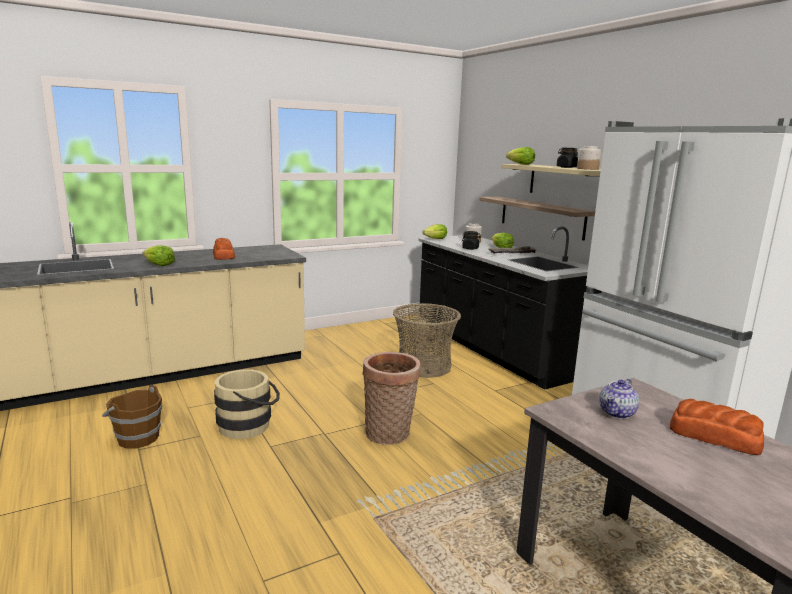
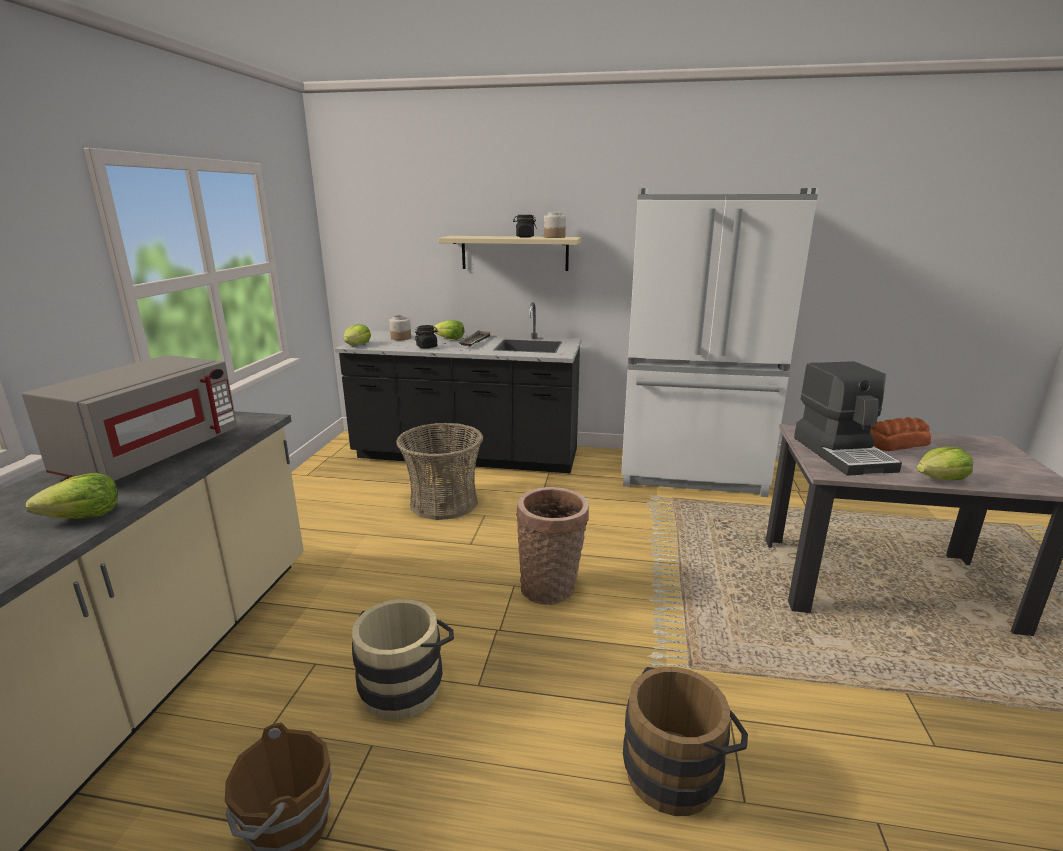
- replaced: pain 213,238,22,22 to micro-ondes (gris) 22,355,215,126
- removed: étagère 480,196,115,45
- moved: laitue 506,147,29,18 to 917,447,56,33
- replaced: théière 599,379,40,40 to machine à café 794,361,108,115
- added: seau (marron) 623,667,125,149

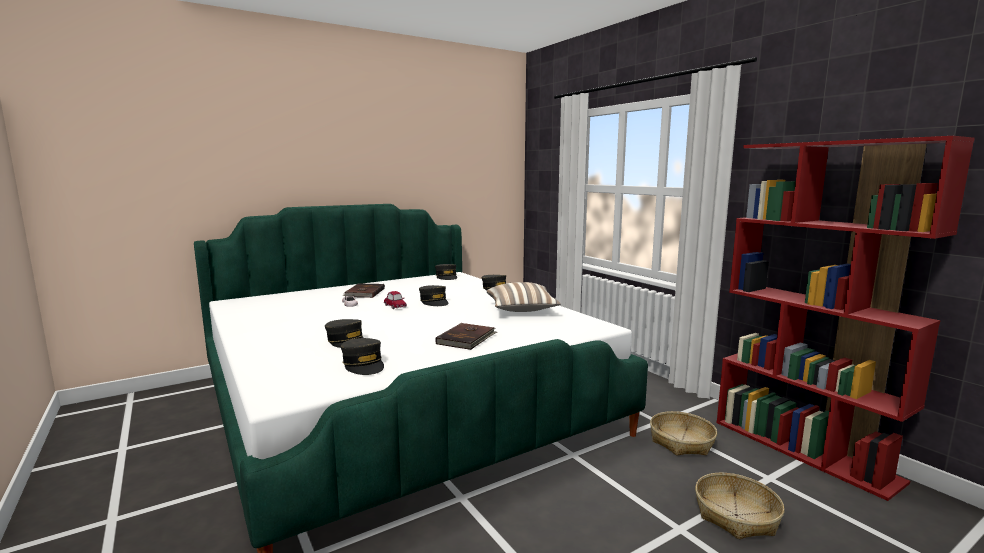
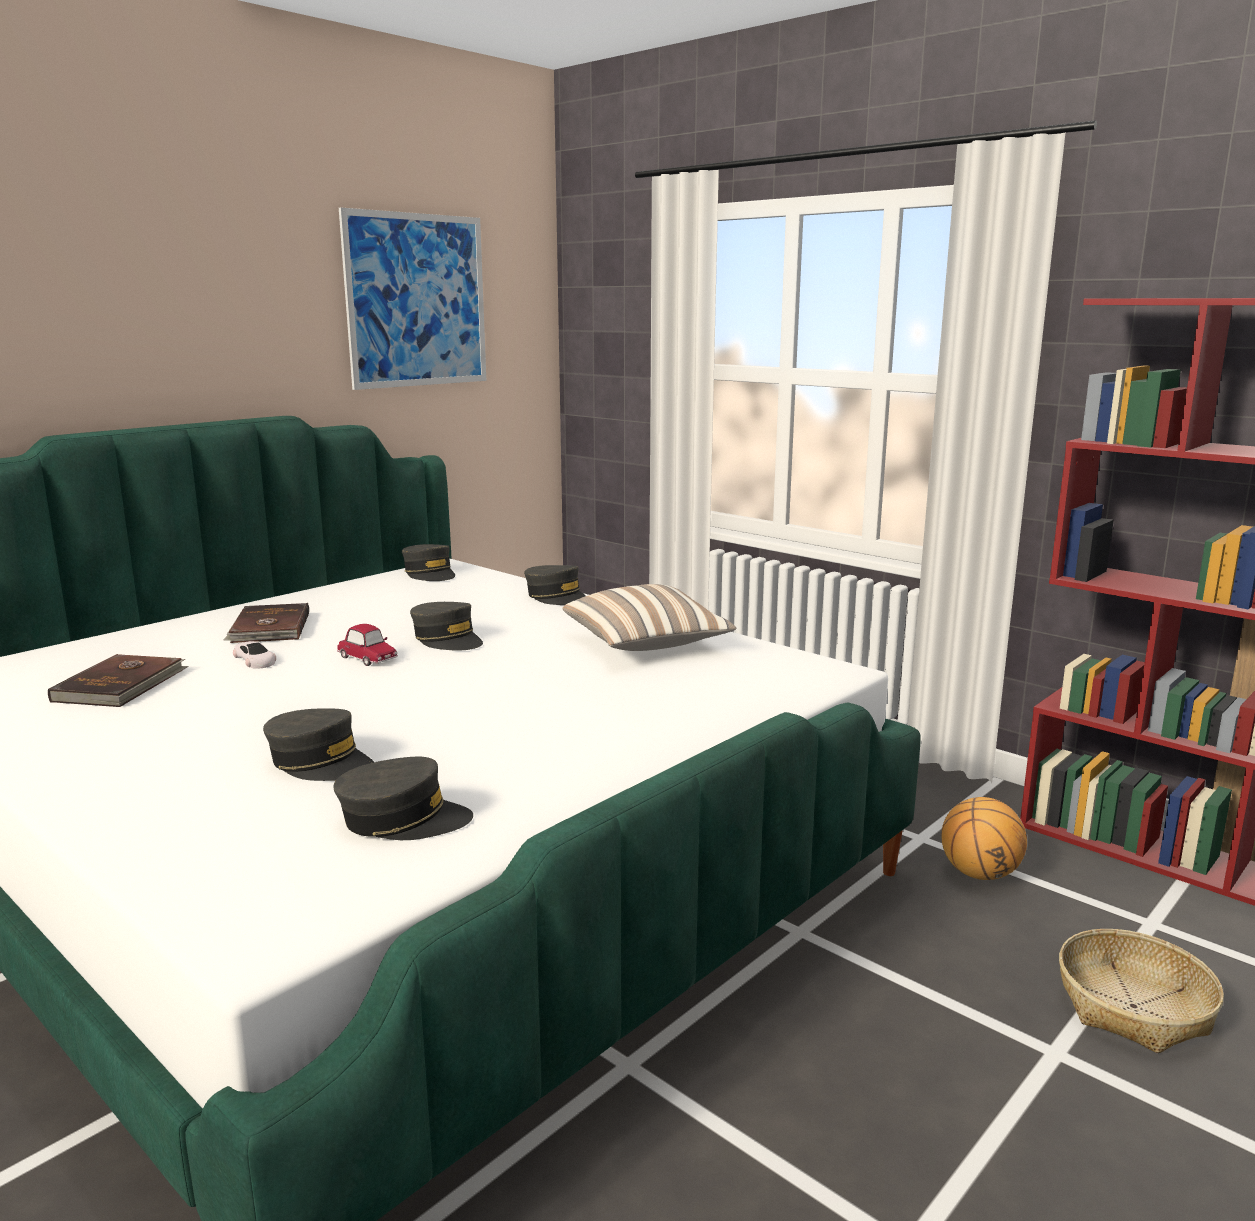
- turned: casquette (gris) 341,338,43,37 = 333,757,140,83 45 degrees counterclockwise
- moved: livre (marron) 435,323,62,27 to 48,654,141,53
- replaced: panier 650,411,67,44 to ballon de basket 941,797,86,83
- added: tableau 339,207,147,183

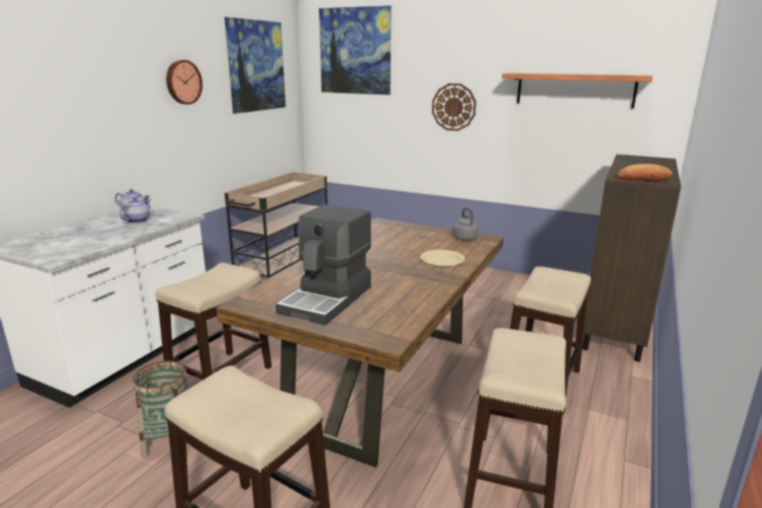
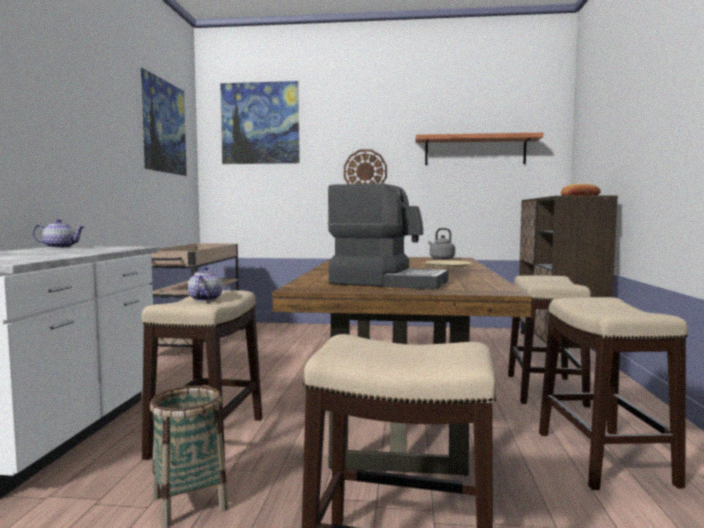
- moved: théière 119,198,32,25 to 188,267,35,34
- removed: horloge murale 166,60,37,44
- turned: machine à café 276,205,96,120 = 328,183,120,107 75 degrees counterclockwise

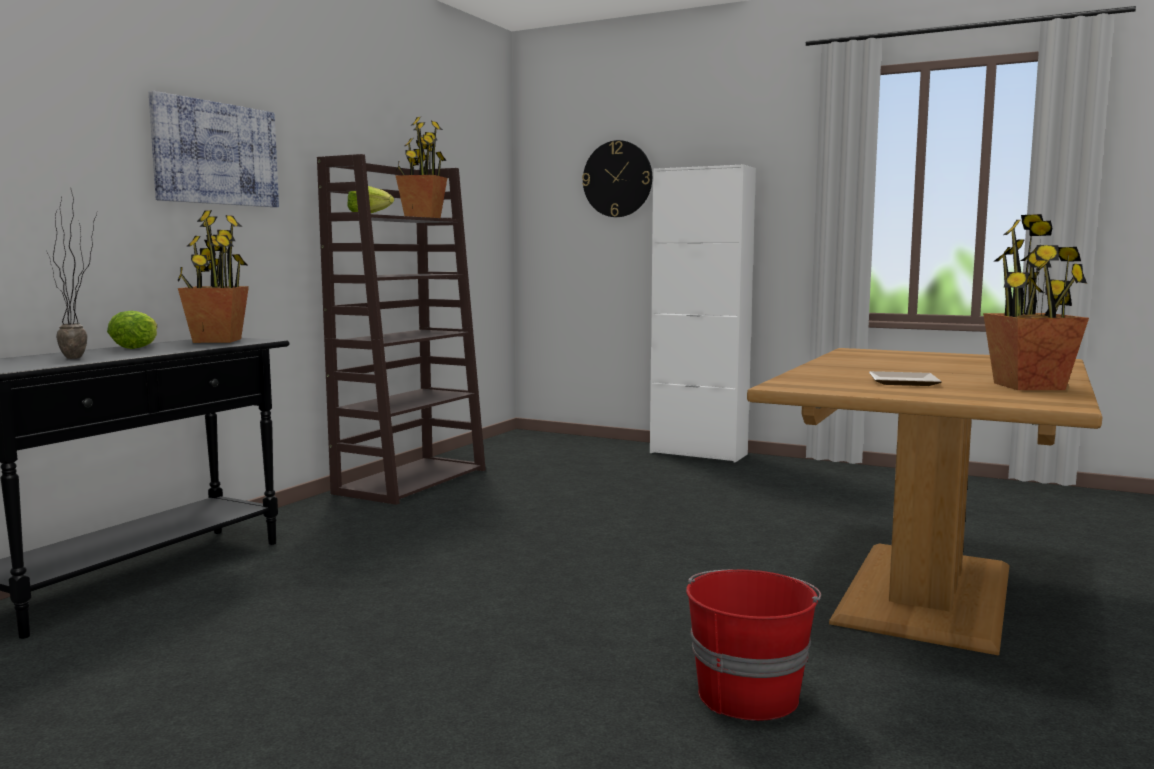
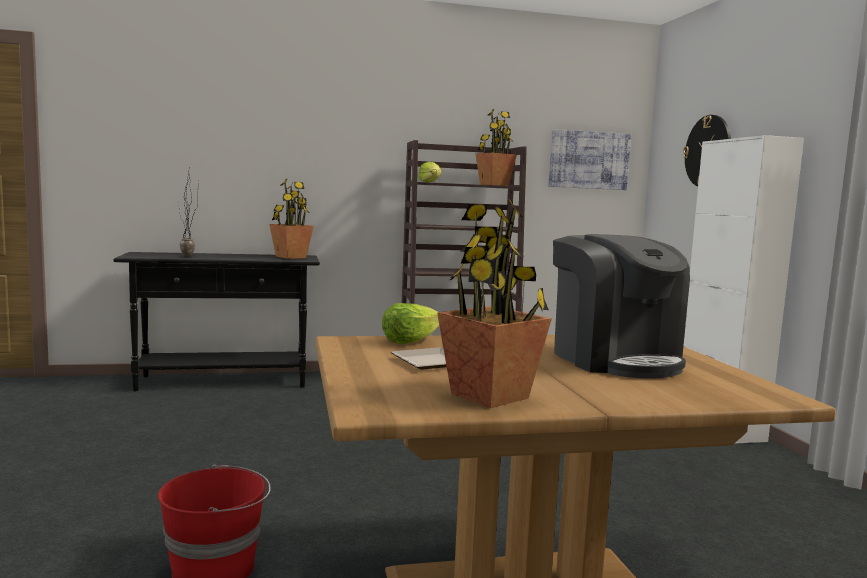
- moved: laitue 107,311,51,38 to 382,303,57,41
- moved: tableau 149,91,130,116 to 548,129,83,61
- added: machine à café 553,234,137,144

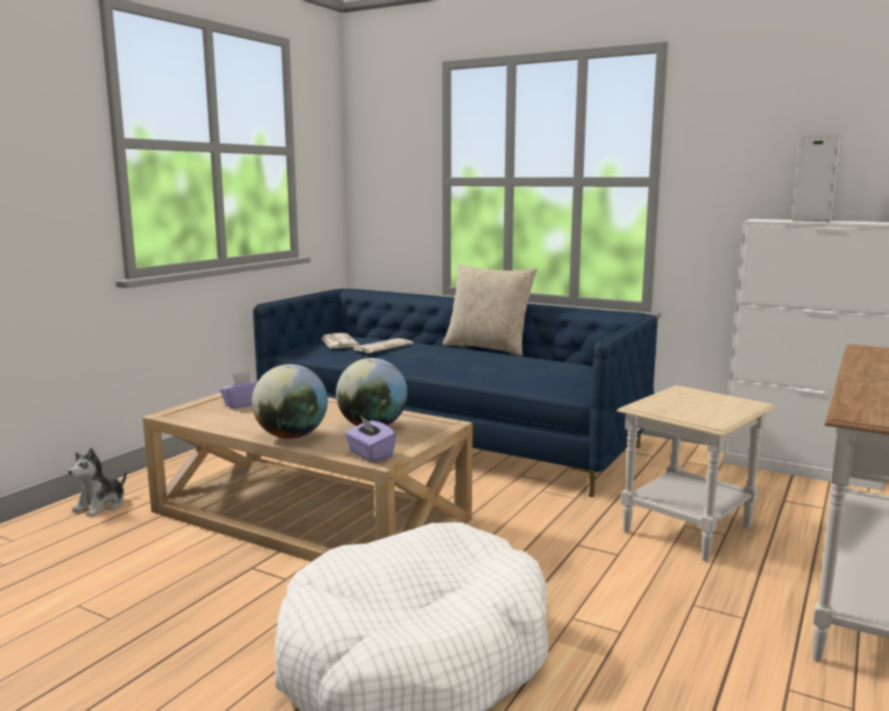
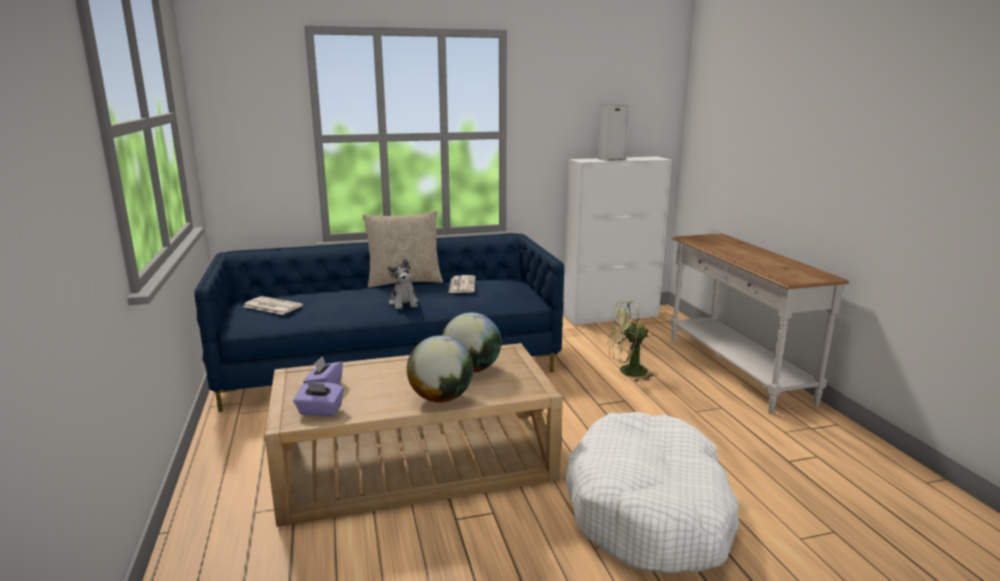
- moved: peluche 68,448,59,69 to 387,259,32,50
- moved: boîte à mouchoirs (violet) 345,416,51,46 to 293,382,51,35
- moved: journal 354,338,59,15 to 448,275,27,18
- replaced: table d'appoint (beige) 617,385,159,176 to ventilateur (vert) 607,301,51,81

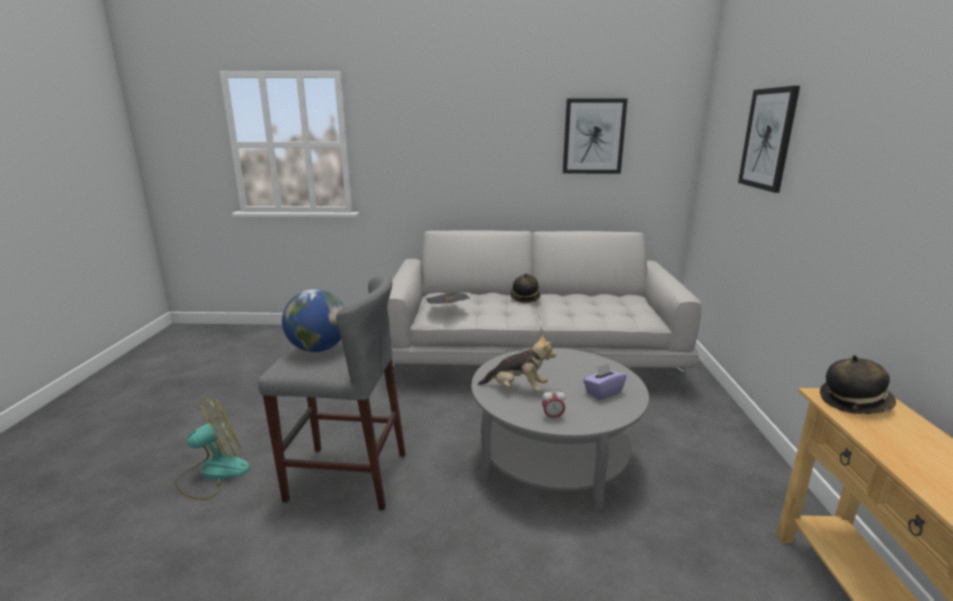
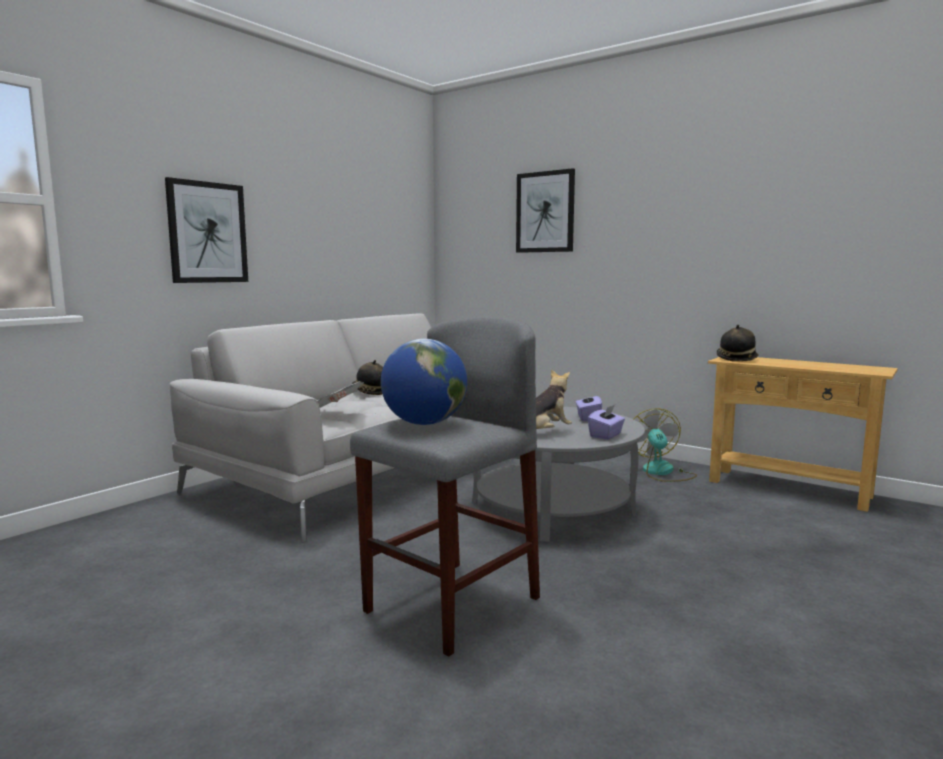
- moved: ventilateur 175,398,75,102 to 634,408,63,74
- replaced: réveil 542,389,23,31 to boîte à mouchoirs (violet) 588,405,37,35
- moved: tableau 563,98,65,76 to 165,177,83,106

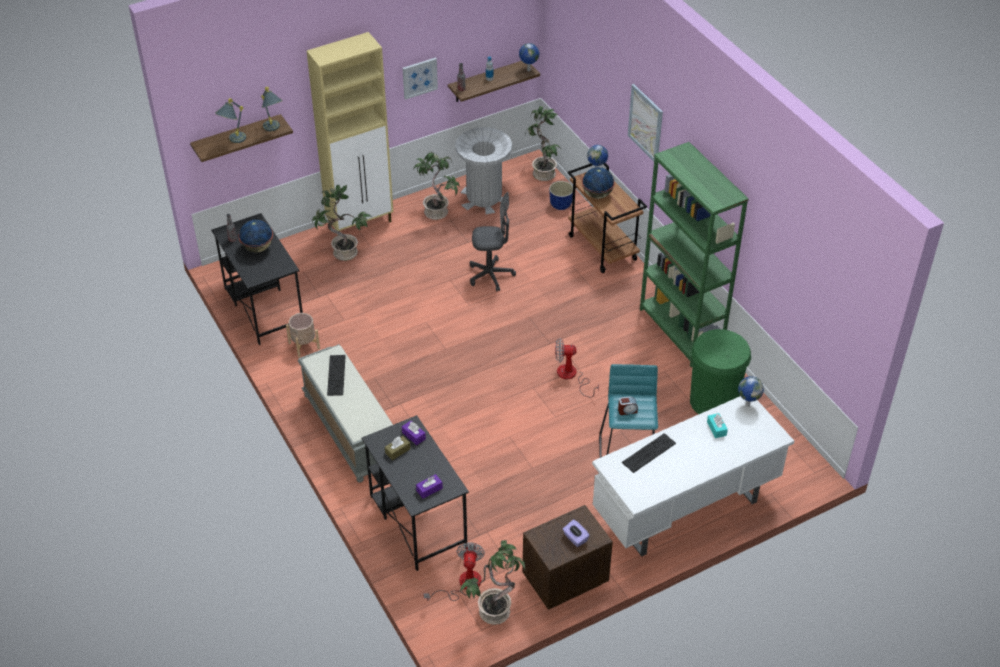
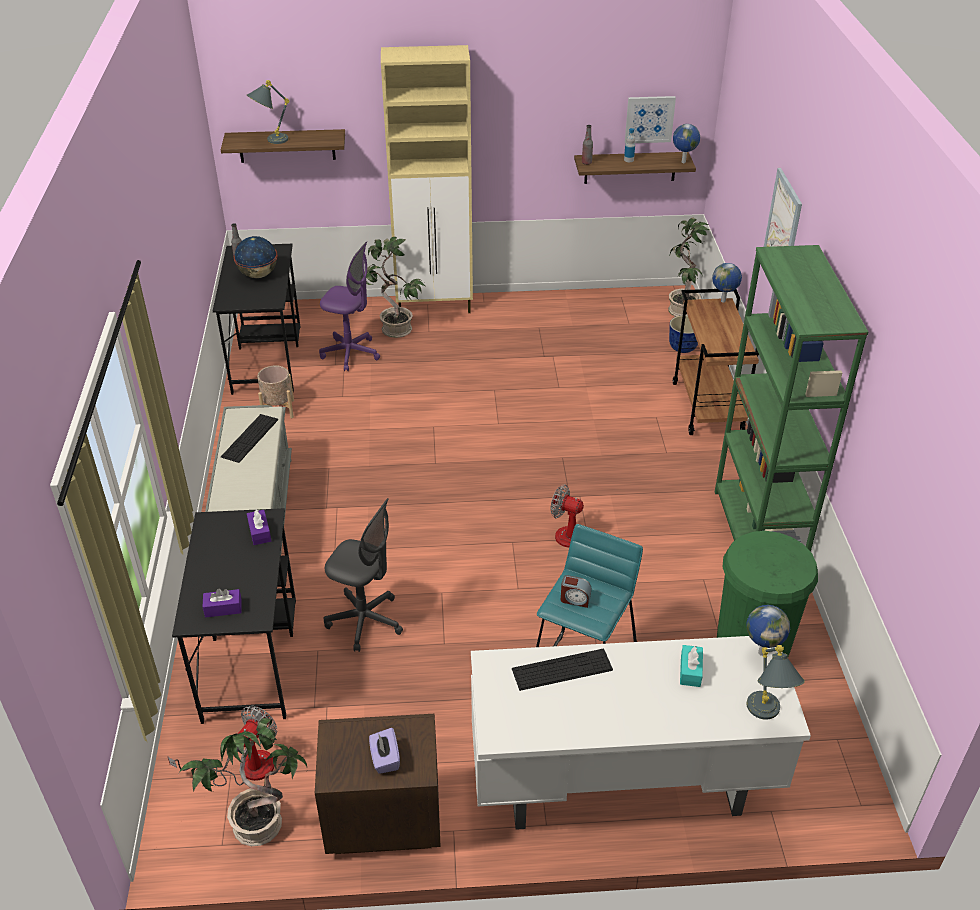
- moved: lampe de table (gris) 261,87,22,44 to 746,645,59,75
- removed: boîte à mouchoirs (marron) 385,436,26,24
- moved: tableau 403,58,35,42 to 625,96,51,48
- removed: plante en pot 413,151,47,69
- removed: poubelle (gris) 455,127,57,87
- moved: chaise de bureau (gris) 470,192,46,99 to 324,498,79,154
- removed: globe 582,167,33,32
- added: chaise de bureau (violet) 319,242,61,129

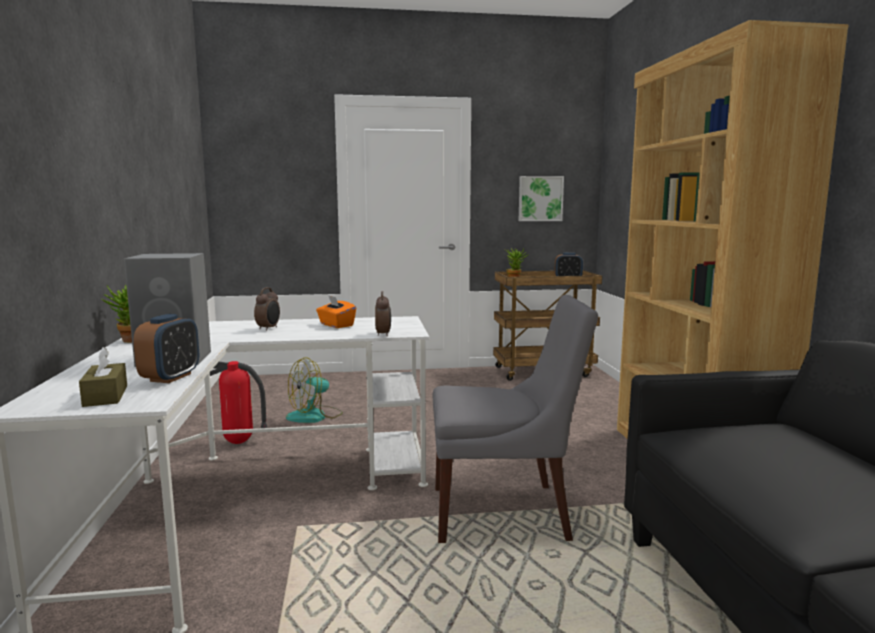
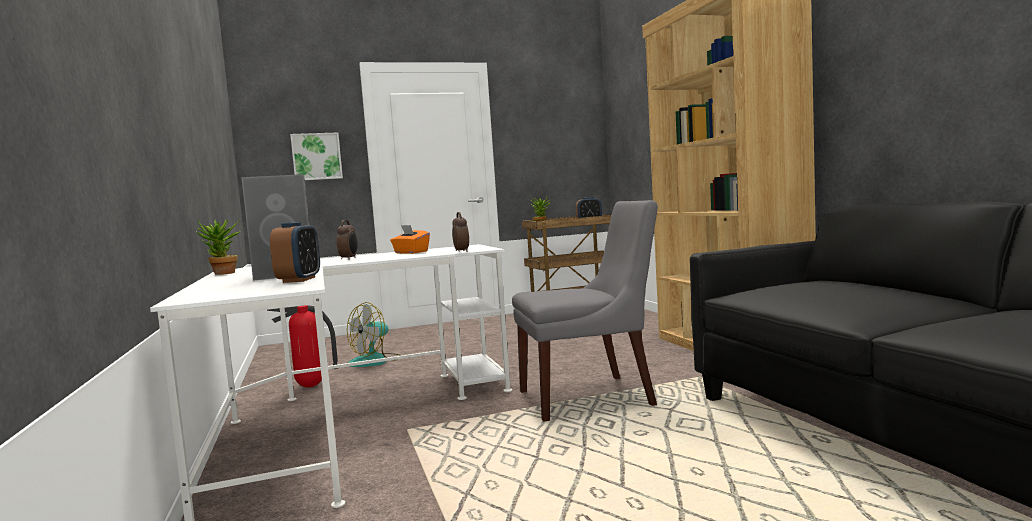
- removed: boîte à mouchoirs (marron) 79,347,48,60
- moved: tableau 519,176,45,45 to 290,132,53,48

